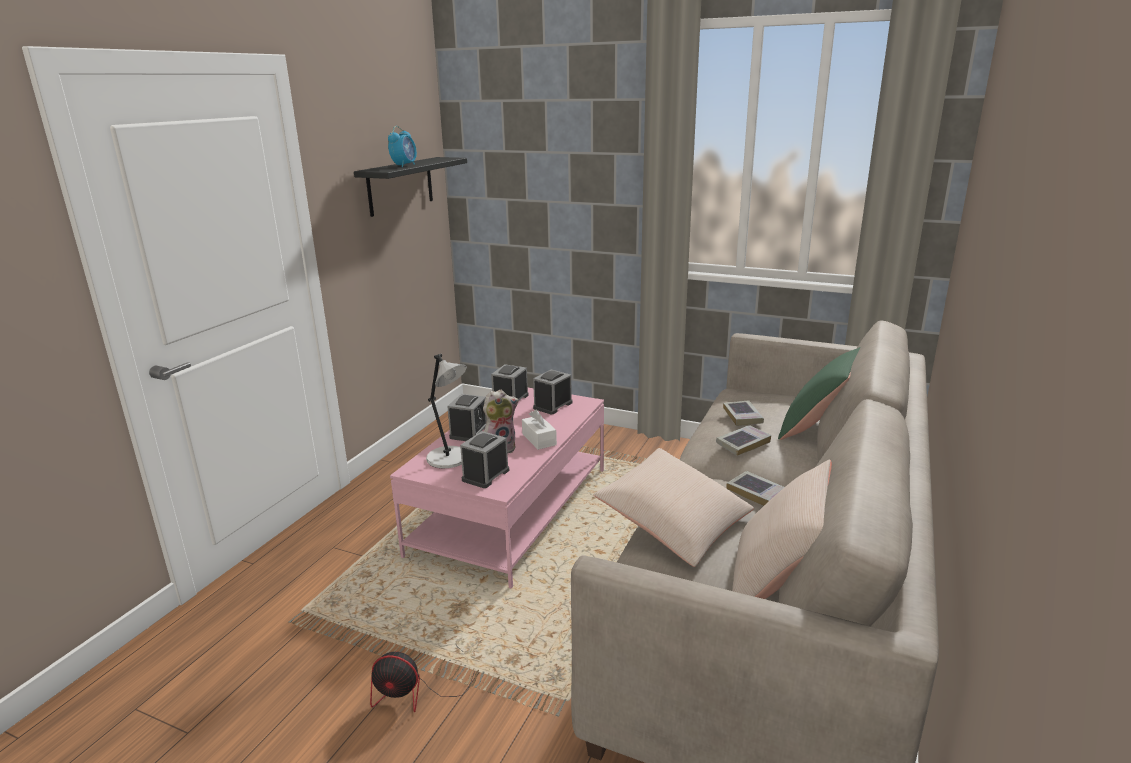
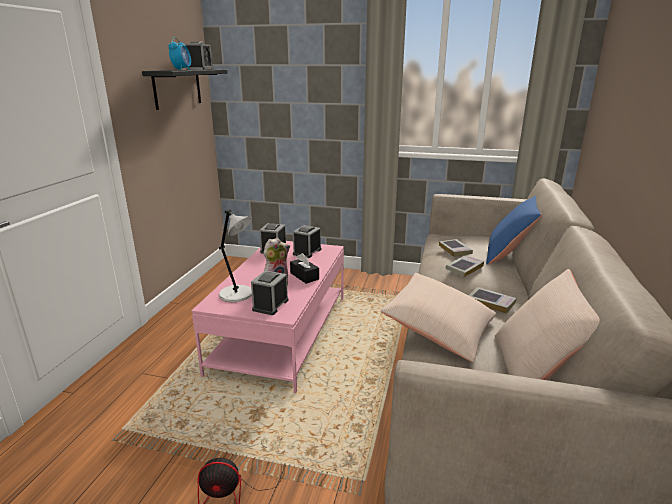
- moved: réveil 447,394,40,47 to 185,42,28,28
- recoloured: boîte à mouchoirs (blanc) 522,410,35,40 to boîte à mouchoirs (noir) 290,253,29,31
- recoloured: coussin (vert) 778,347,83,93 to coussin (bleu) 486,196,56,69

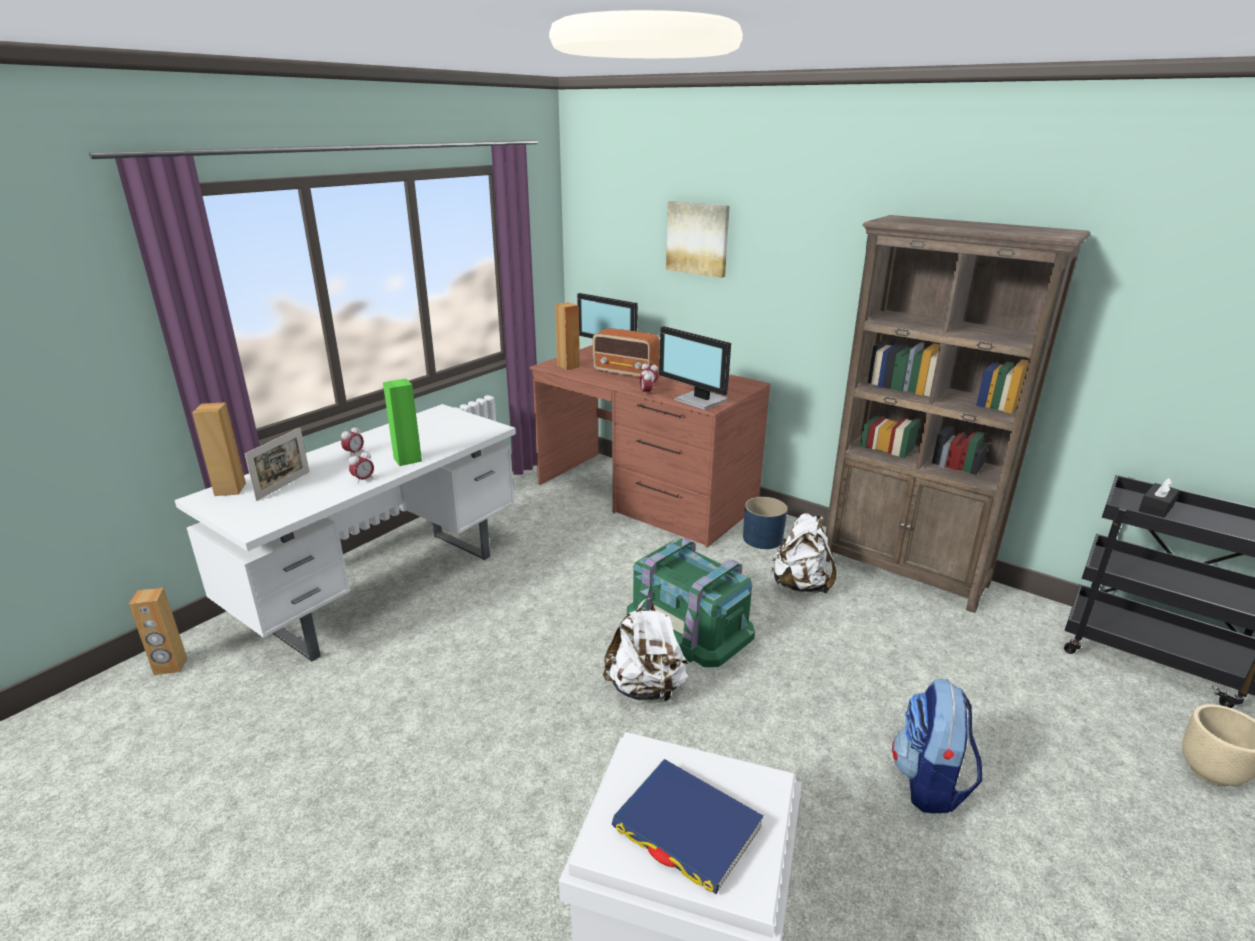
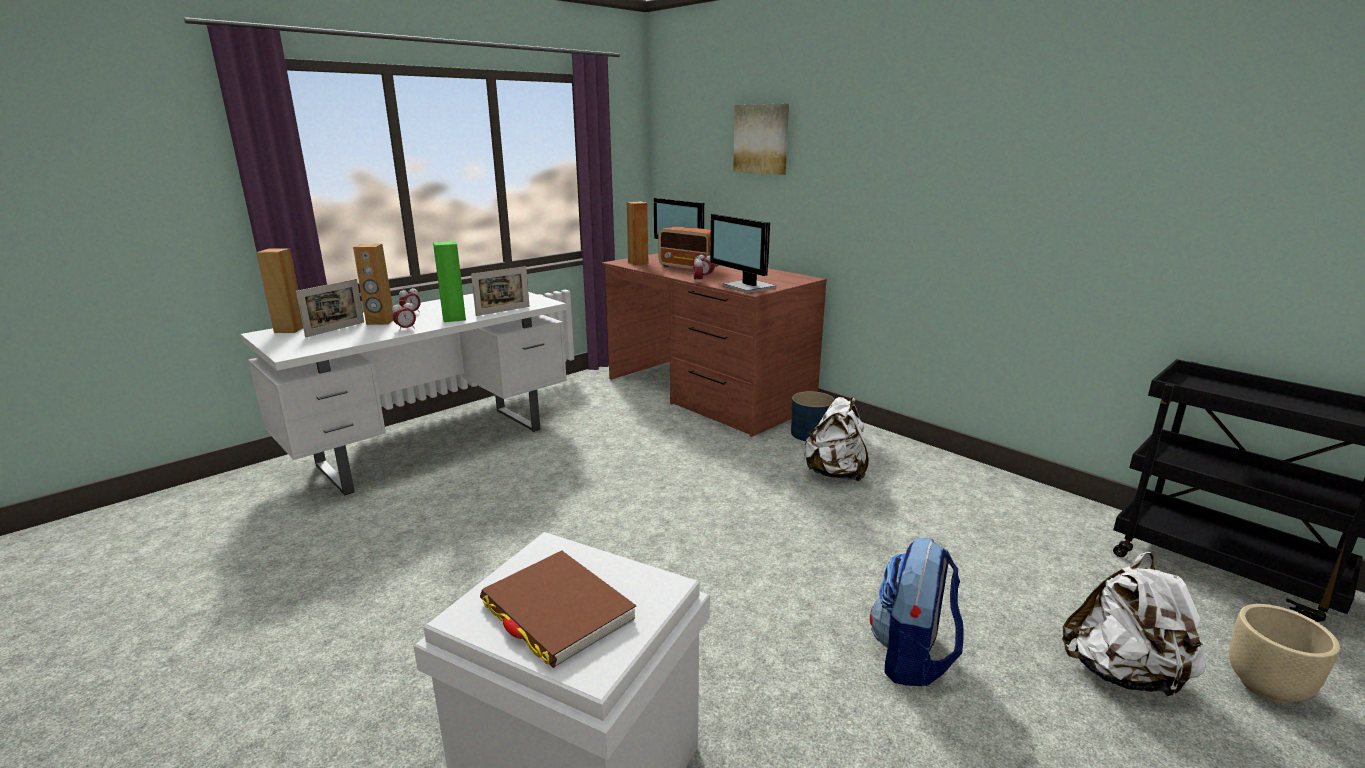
- moved: enceinte (marron) 129,588,58,87 to 353,244,41,81
- moved: sac à dos (blanc) 602,598,86,106 to 1062,552,144,147
- recoloured: livre (bleu) 612,759,152,135 to livre (marron) 480,550,156,118
- removed: boîte de rangement (vert) 627,538,128,129
- removed: bibliothèque (marron) 825,215,266,398
- removed: boîte à mouchoirs (noir) 1139,477,40,41
- added: cadre photo 471,266,59,50

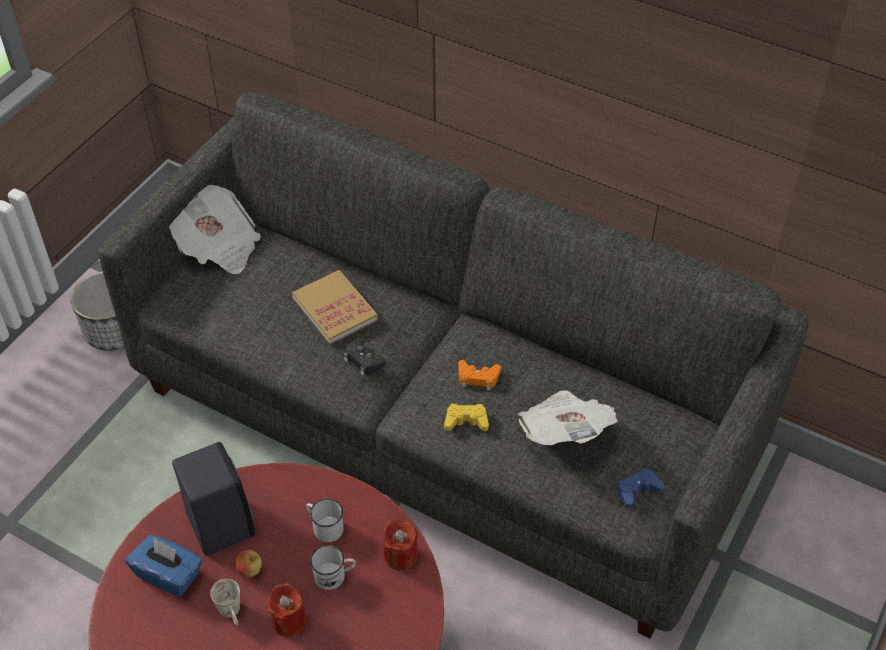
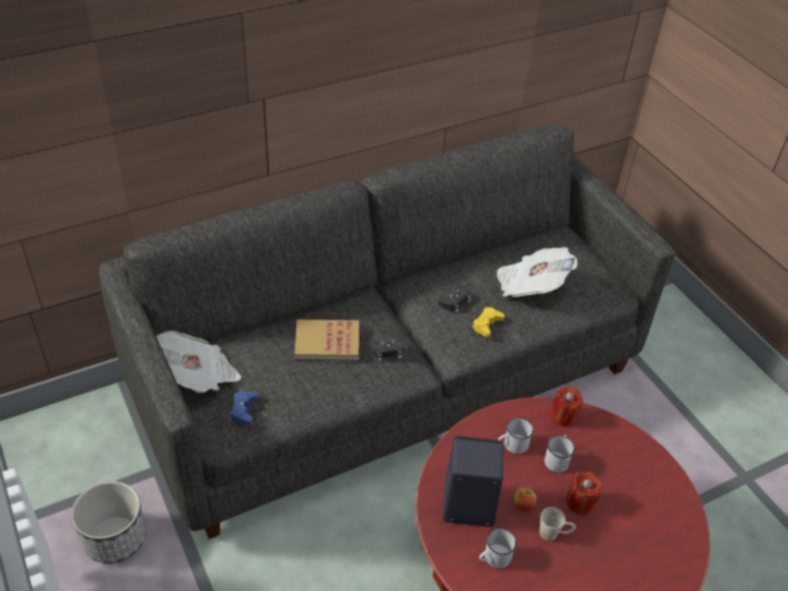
- replaced: boîte à mouchoirs (bleu) 126,535,76,62 to mug (blanc) 479,528,38,40
- recoloured: manette (orange) 458,360,43,30 to manette (noir) 438,284,33,29
- moved: manette (bleu) 617,468,48,40 to 230,391,28,34

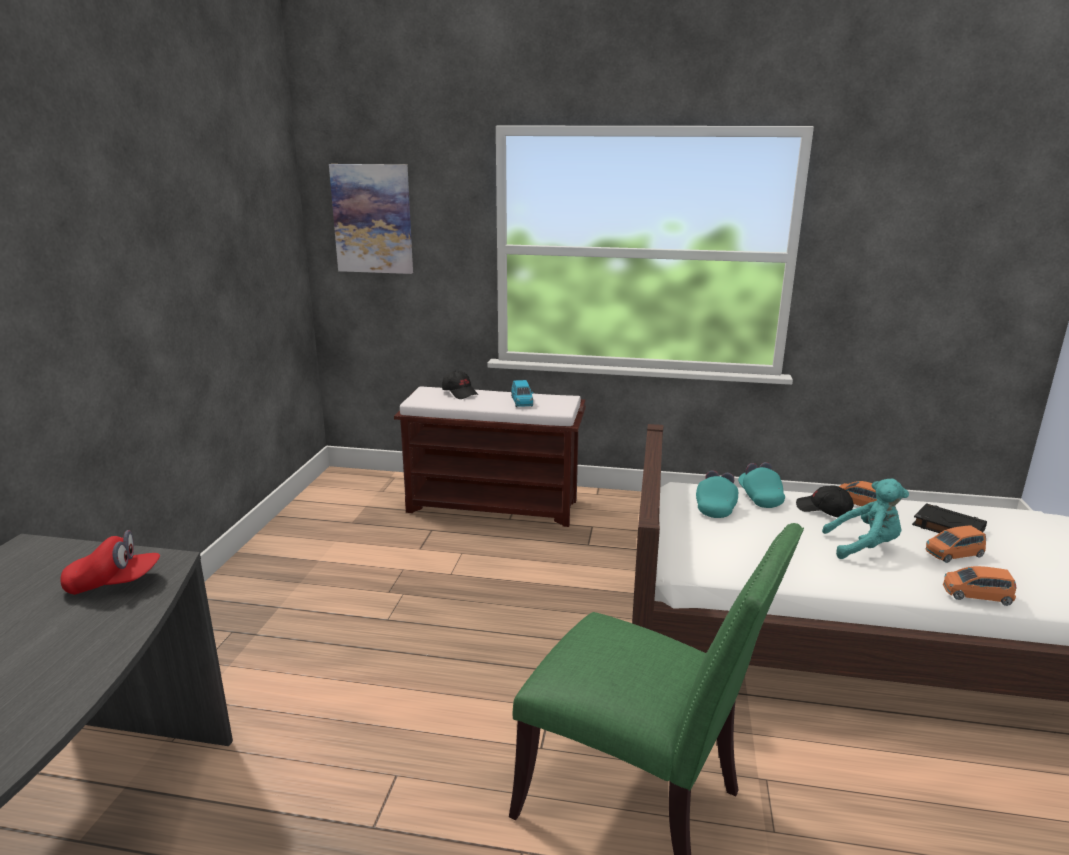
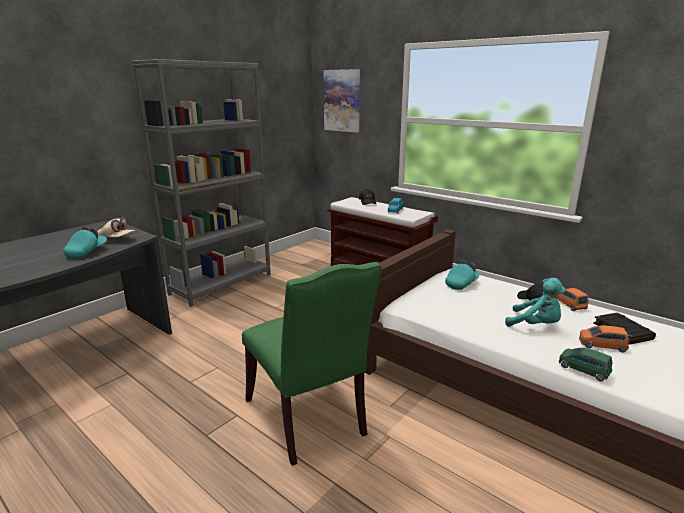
- recoloured: casquette (rouge) 60,530,100,65 to casquette (beige) 97,217,38,21
- moved: casquette (turquoise) 738,462,47,46 to 63,226,44,33
- recoloured: petite voiture (orange) 943,566,74,40 to petite voiture (vert) 559,348,54,34
- added: bibliothèque (gris) 132,59,139,248

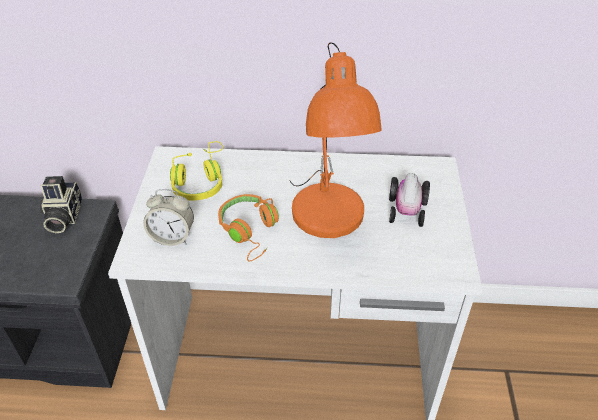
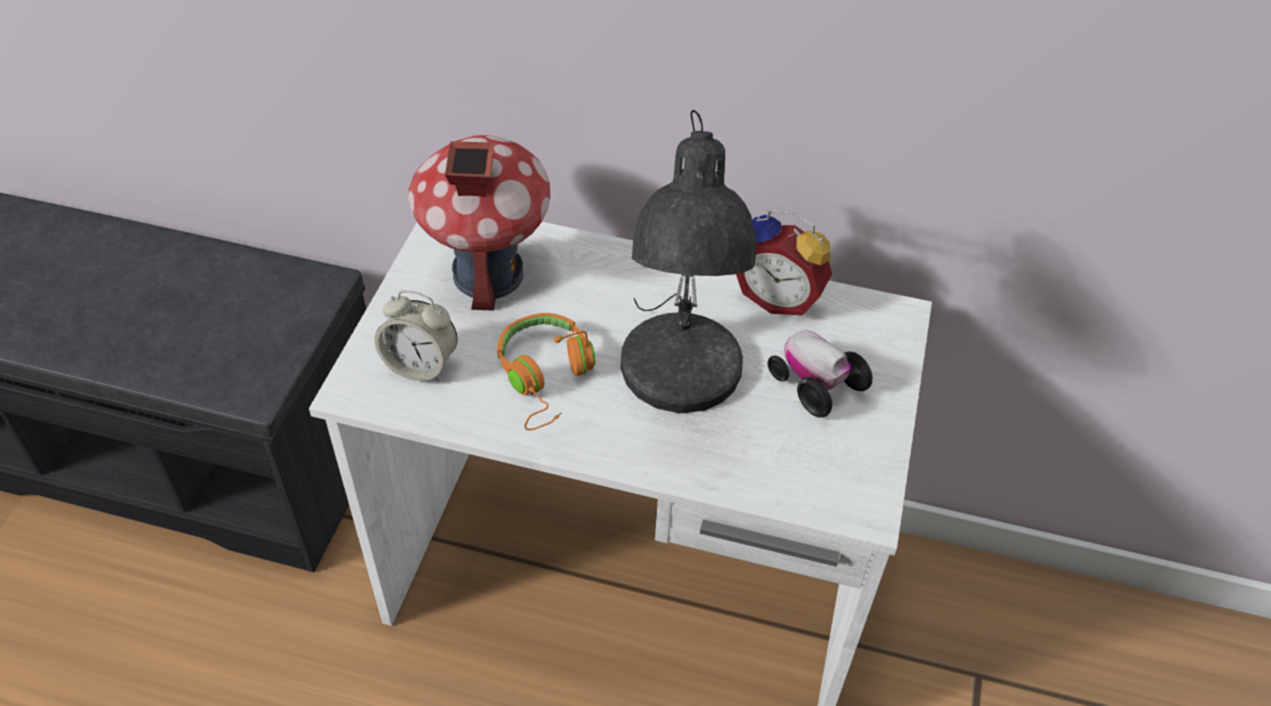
- removed: appareil photo 40,176,42,57
- replaced: casque audio (jaune) 170,141,53,60 to maison miniature 408,135,142,176
- recoloured: lampe de table (orange) 290,42,92,196 to lampe de table (gris) 621,110,135,303
- turned: petite voiture 389,173,41,54 = 768,330,105,88 120 degrees clockwise
- added: réveil 736,210,96,105

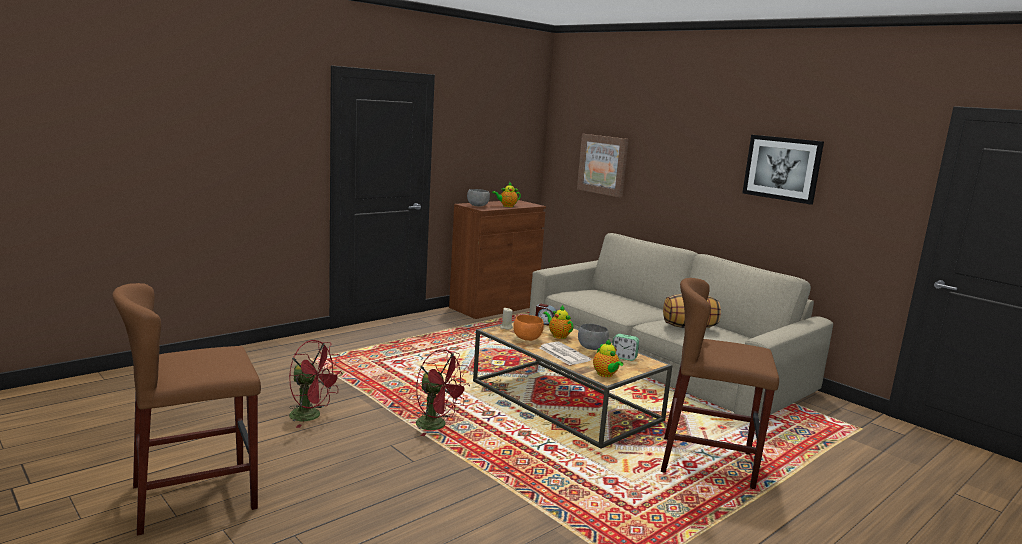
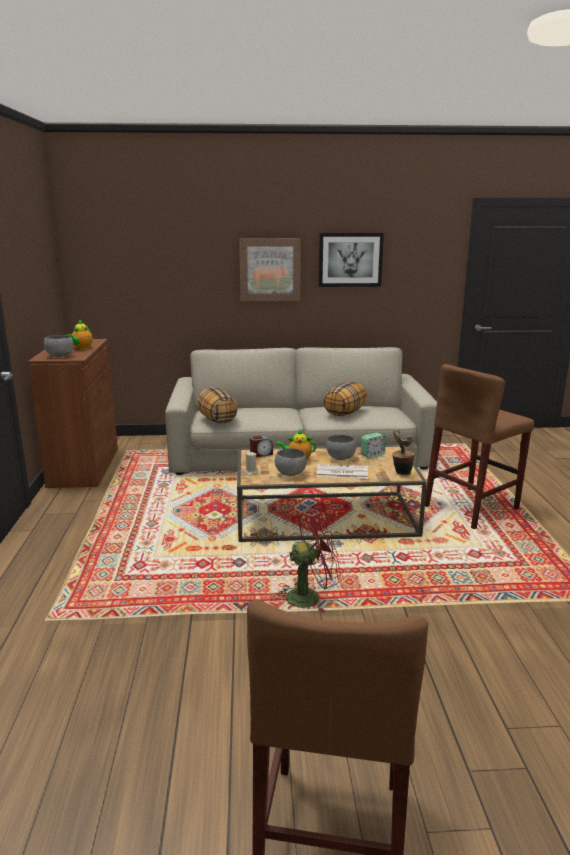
- removed: ventilateur (rouge) 289,340,54,88
- recoloured: bol (orange) 513,315,31,26 to bol (gris) 275,448,32,28
- moved: tableau 577,134,52,64 to 239,238,62,63
- replaced: théière 593,340,30,37 to plante en pot 392,430,22,45
- added: coussin 197,387,40,37

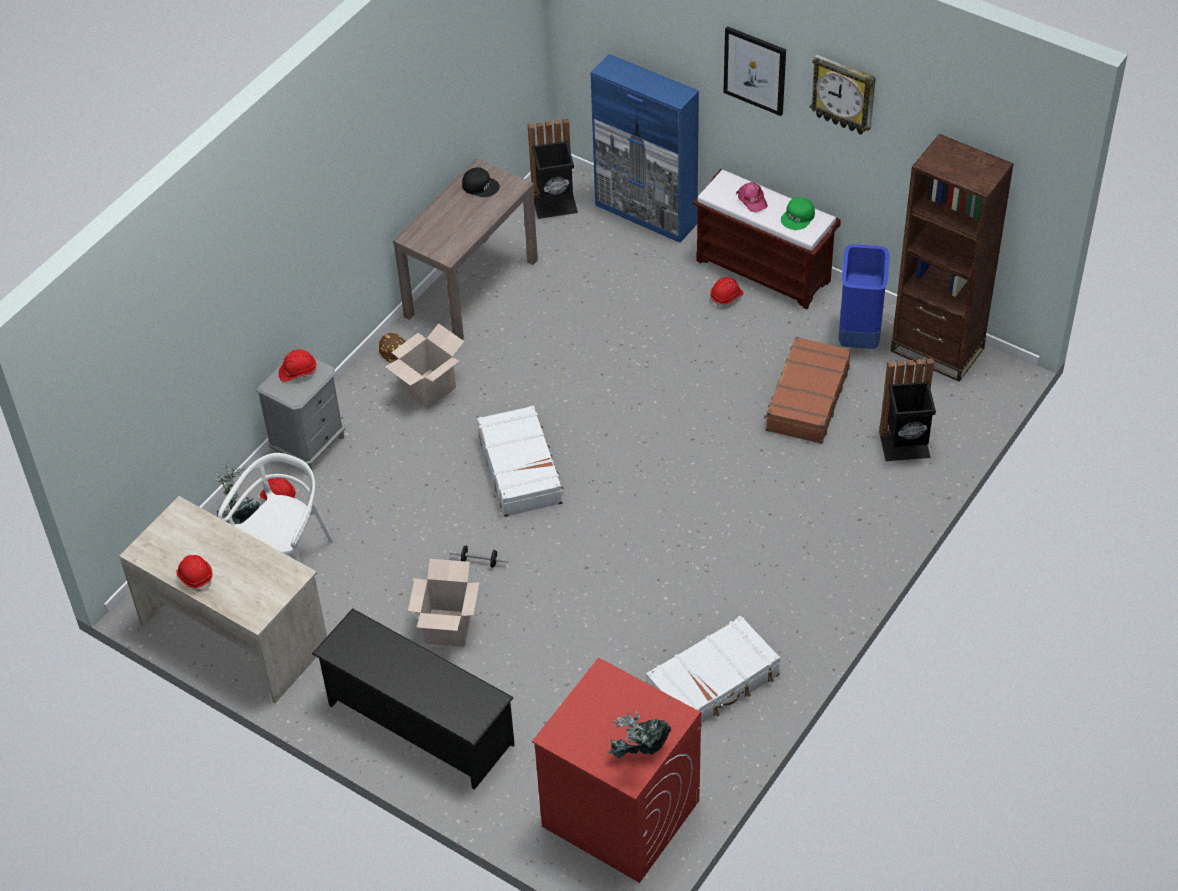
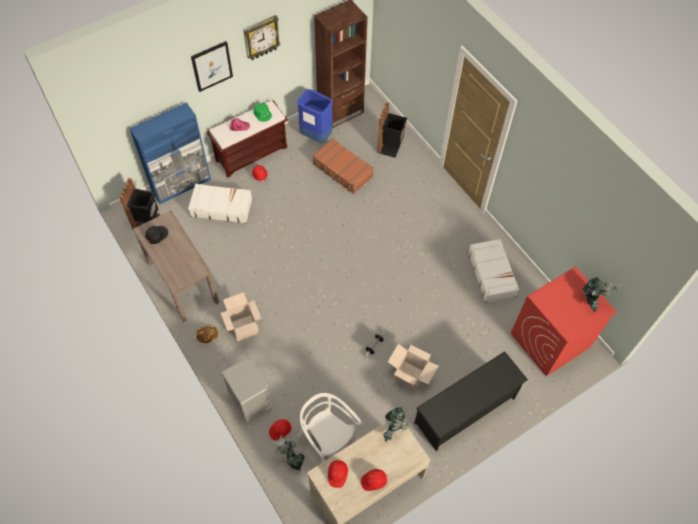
- moved: casque de chantier (rouge) 279,350,39,32 to 328,460,20,28
- moved: valise (blanc) 477,405,87,112 to 188,184,64,40
- added: plante en pot 383,407,29,34

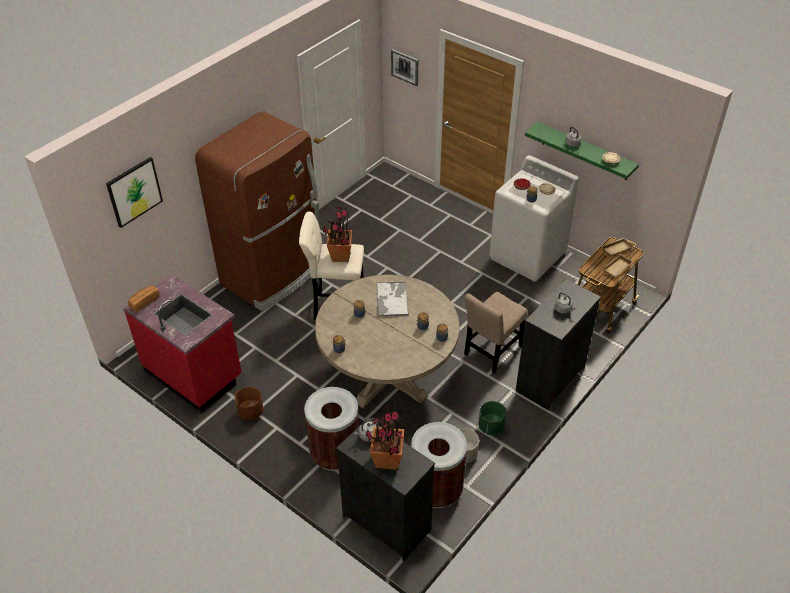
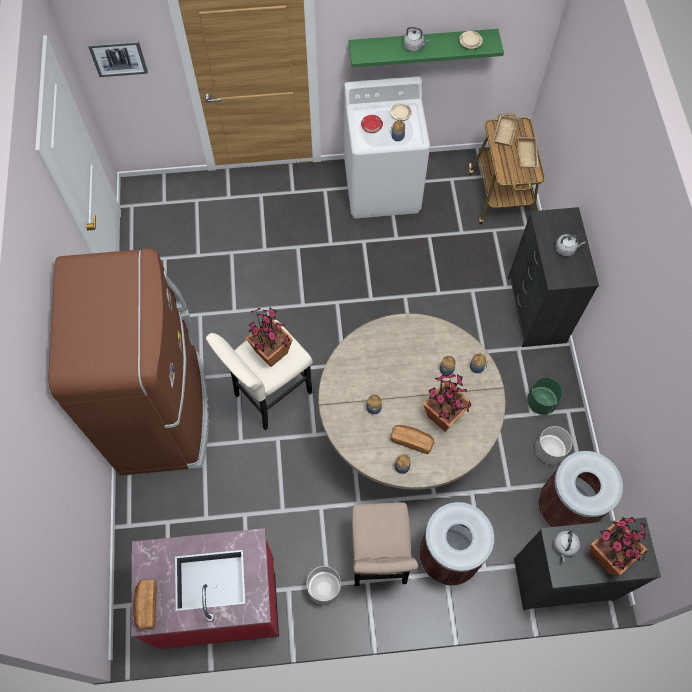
- removed: tableau 106,157,57,71
- recoloured: cache-pot (marron) 235,387,28,33 to cache-pot (gris) 307,566,34,39
- removed: plateau 376,282,33,35
- moved: chaise (beige) 464,292,63,81 to 352,502,66,84
- added: pain 390,425,44,29
- added: plante en pot 423,374,50,57

